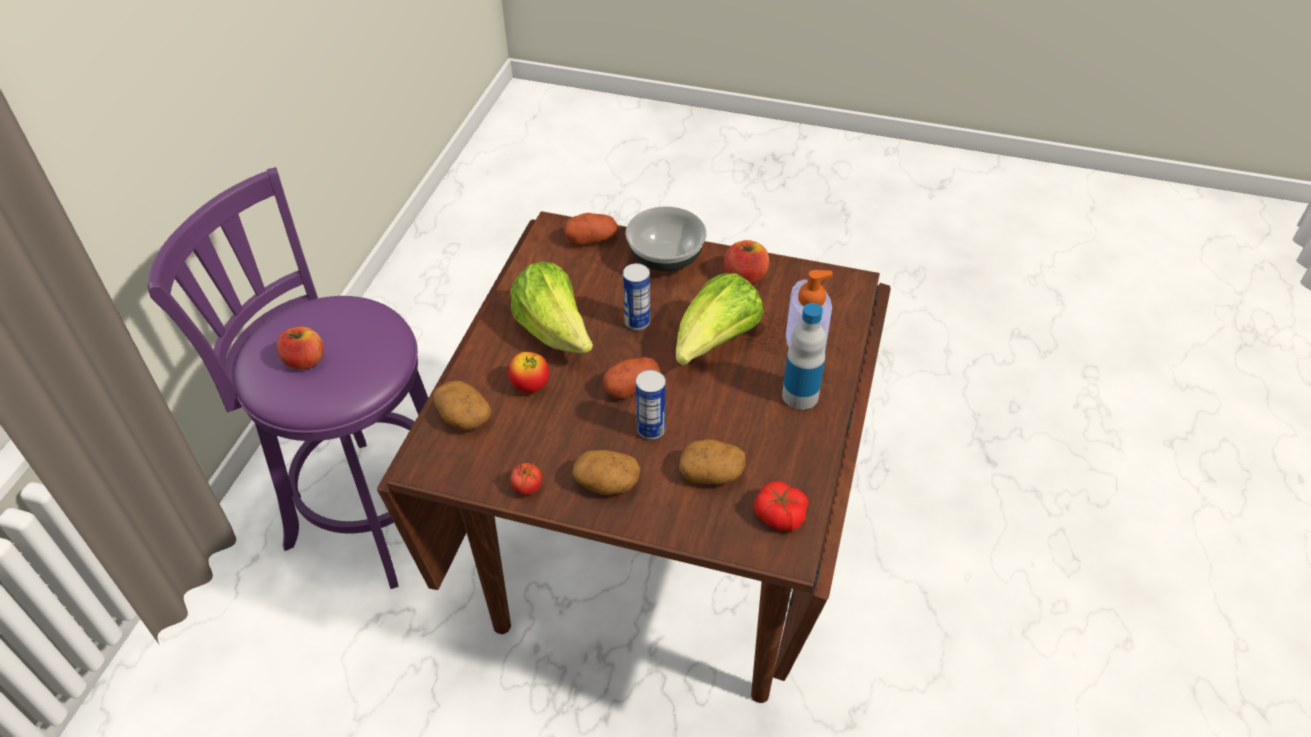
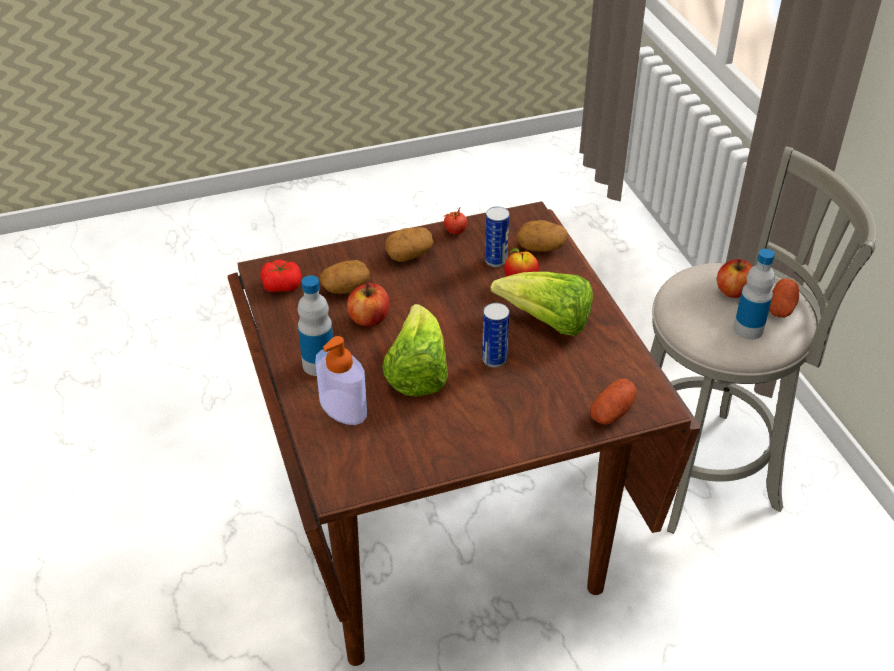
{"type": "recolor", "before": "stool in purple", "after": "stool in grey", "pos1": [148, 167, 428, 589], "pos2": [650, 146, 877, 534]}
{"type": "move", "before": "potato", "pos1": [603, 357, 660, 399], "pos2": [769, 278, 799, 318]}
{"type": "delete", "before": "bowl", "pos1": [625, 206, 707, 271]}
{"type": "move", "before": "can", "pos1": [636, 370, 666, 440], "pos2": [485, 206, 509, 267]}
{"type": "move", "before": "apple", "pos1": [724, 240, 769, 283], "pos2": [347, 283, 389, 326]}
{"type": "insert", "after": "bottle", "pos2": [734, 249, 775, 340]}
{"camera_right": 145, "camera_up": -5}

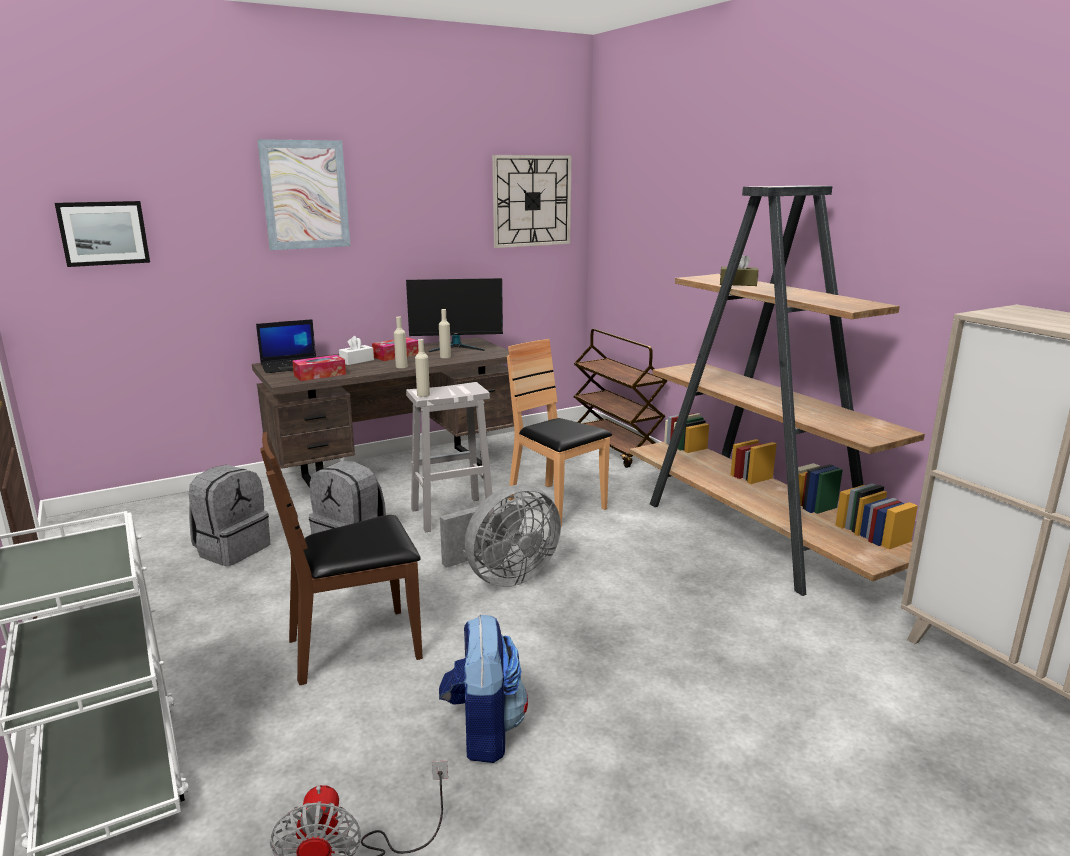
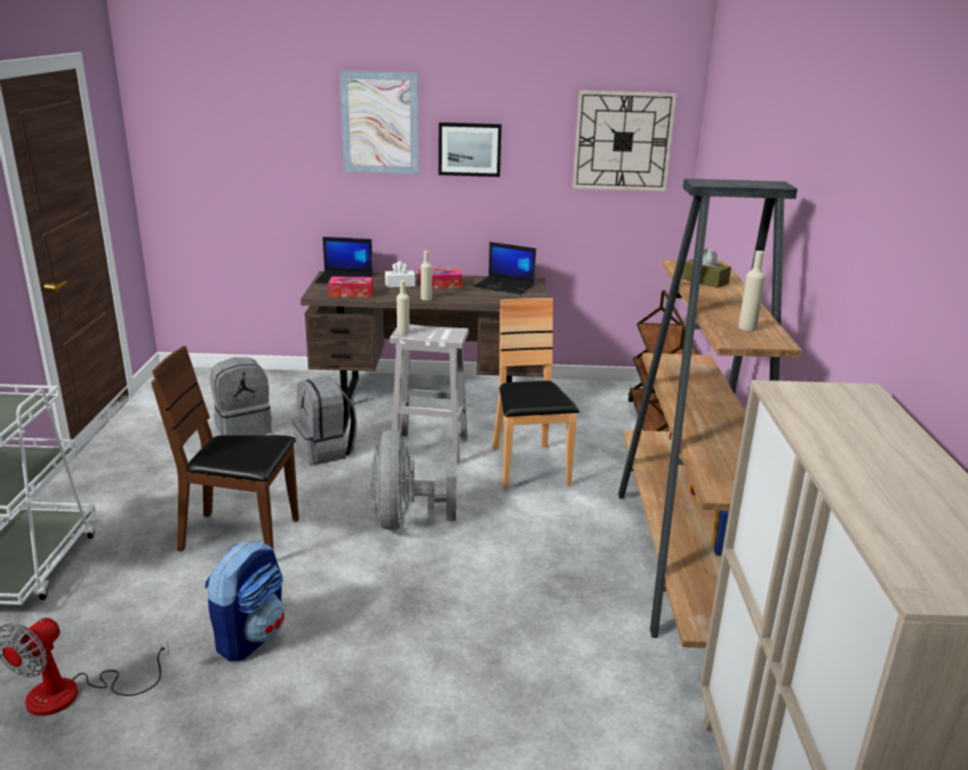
{"type": "move", "before": "picture", "pos1": [55, 201, 150, 267], "pos2": [439, 122, 502, 177]}
{"type": "replace", "before": "monitor", "after": "laptop", "pos1": [406, 278, 503, 352], "pos2": [474, 242, 536, 295]}
{"type": "move", "before": "bottle in beige", "pos1": [439, 309, 451, 358], "pos2": [738, 251, 765, 331]}
{"type": "rotate", "before": "fan in grey", "pos1": [440, 485, 561, 587], "pos2": [370, 430, 456, 530], "turn": 90}
{"camera_right": 30, "camera_up": 5}

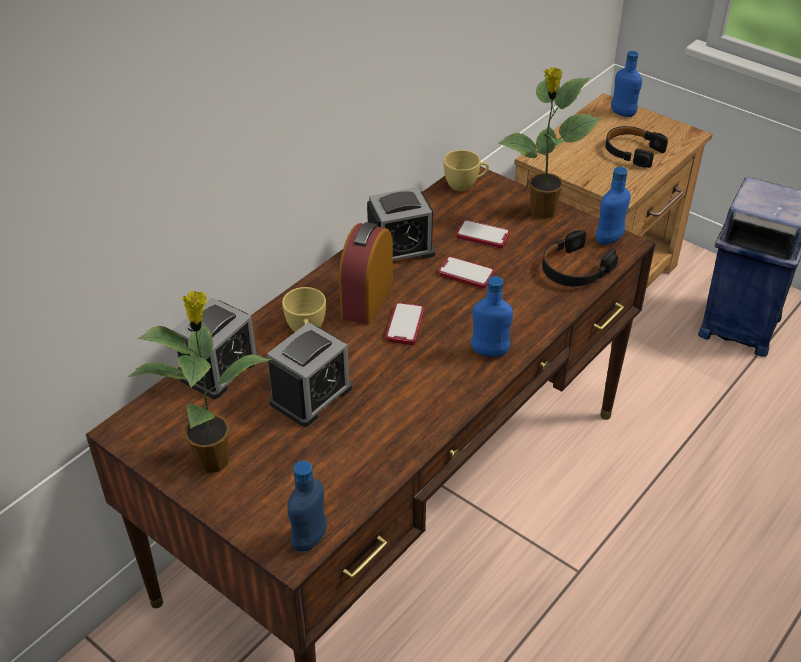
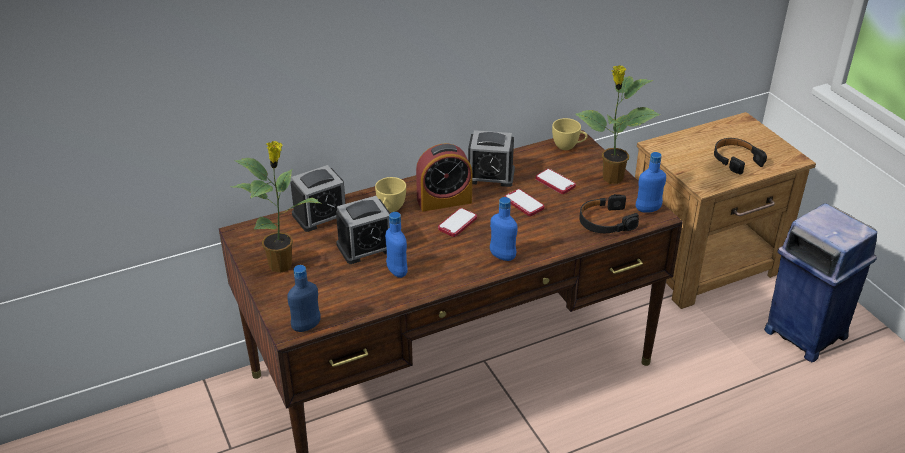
{"type": "rotate", "before": "alarm clock", "pos1": [339, 222, 393, 325], "pos2": [416, 143, 472, 211], "turn": -150}
{"type": "move", "before": "bottle in blue", "pos1": [611, 51, 642, 117], "pos2": [385, 212, 408, 278]}
{"camera_right": 25, "camera_up": -5}

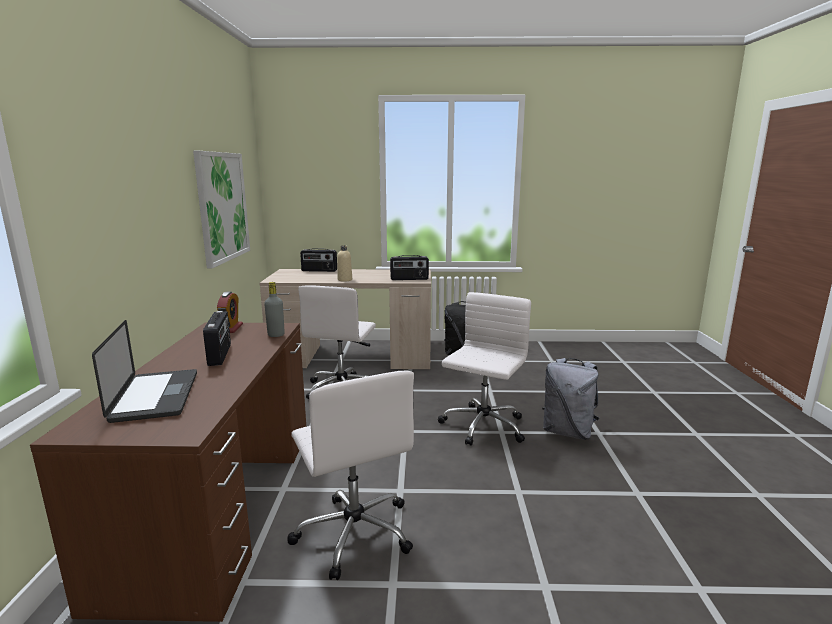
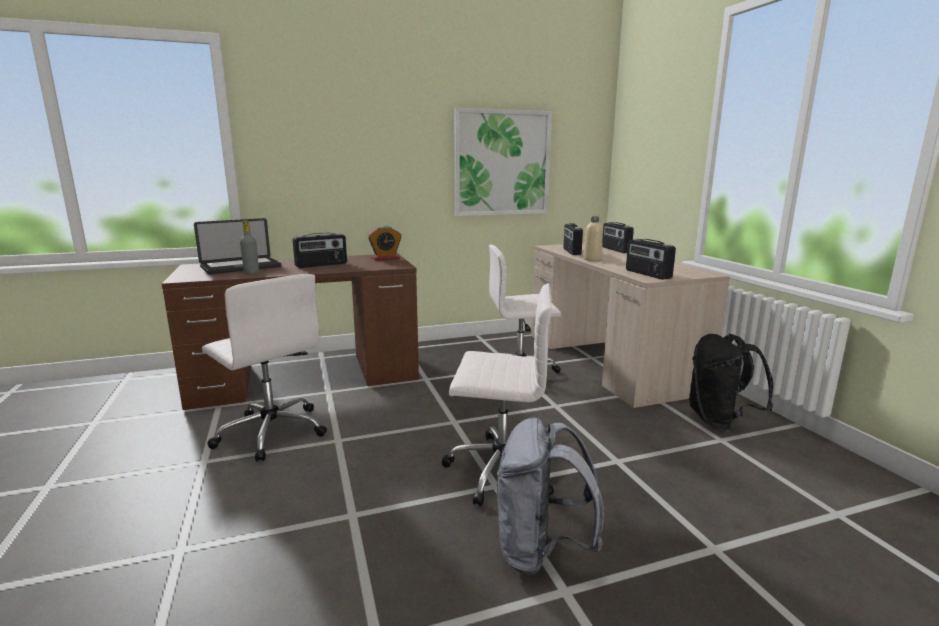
{"type": "move", "before": "bottle in grey", "pos1": [264, 282, 285, 337], "pos2": [240, 221, 259, 274]}
{"type": "rotate", "before": "office chair in white", "pos1": [287, 371, 414, 580], "pos2": [202, 274, 327, 462], "turn": -90}
{"type": "insert", "after": "radio", "pos2": [563, 223, 583, 255]}
{"camera_right": 70, "camera_up": 0}

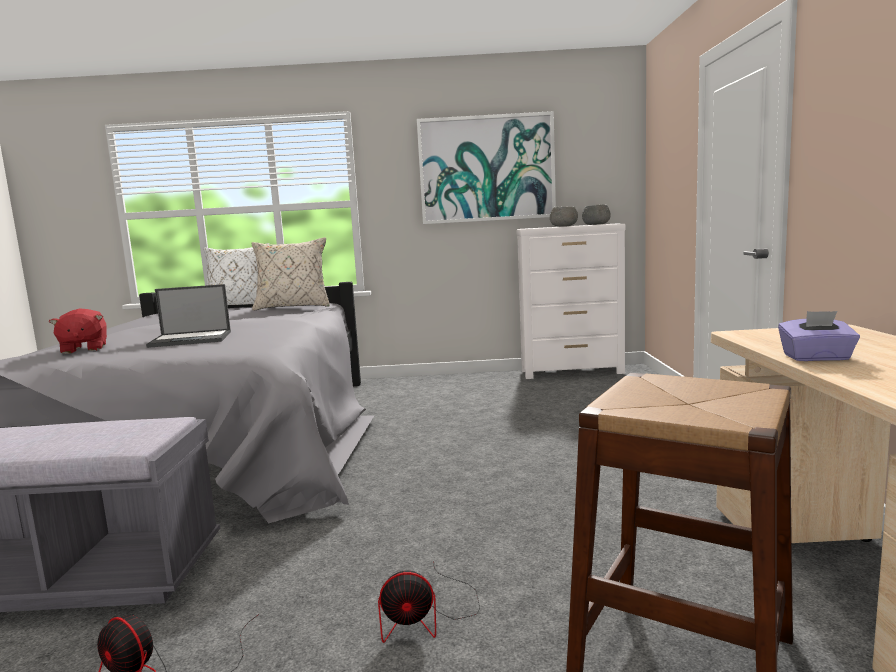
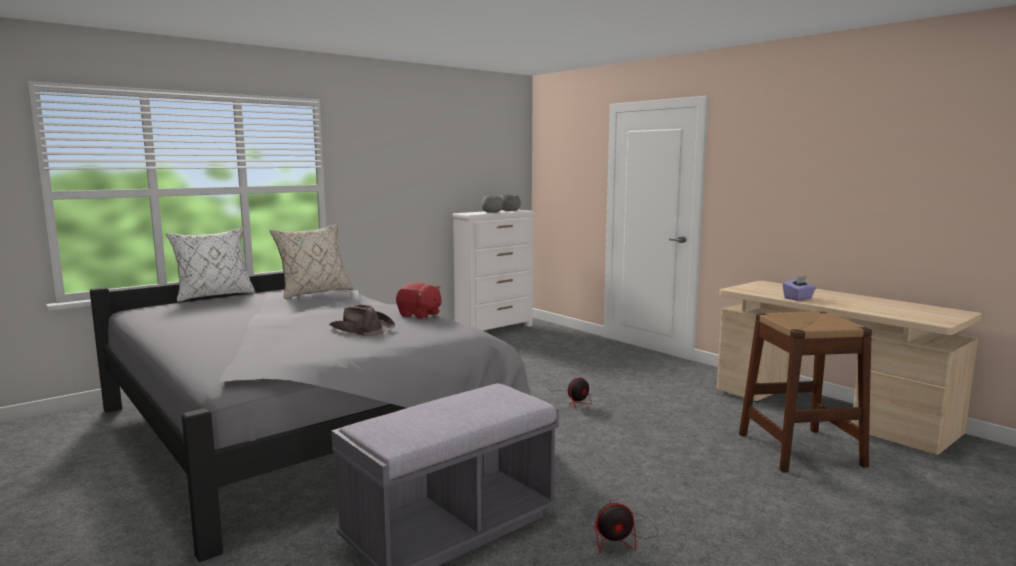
{"type": "move", "before": "plush toy in red", "pos1": [49, 309, 107, 354], "pos2": [396, 282, 442, 319]}
{"type": "replace", "before": "laptop", "after": "hat in brown", "pos1": [146, 284, 231, 348], "pos2": [329, 304, 395, 336]}
{"type": "move", "before": "fan", "pos1": [378, 561, 480, 643], "pos2": [546, 377, 592, 410]}
{"type": "delete", "before": "picture", "pos1": [417, 111, 556, 224]}
{"camera_right": -40, "camera_up": 0}

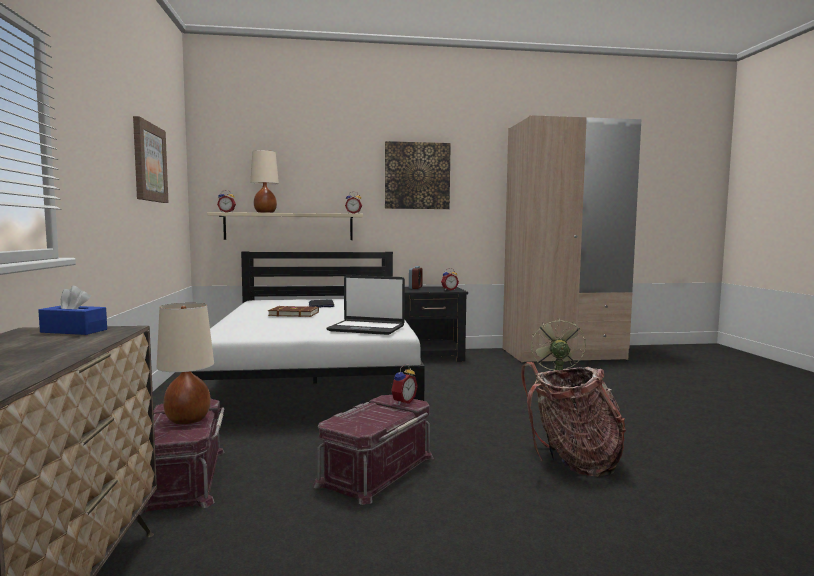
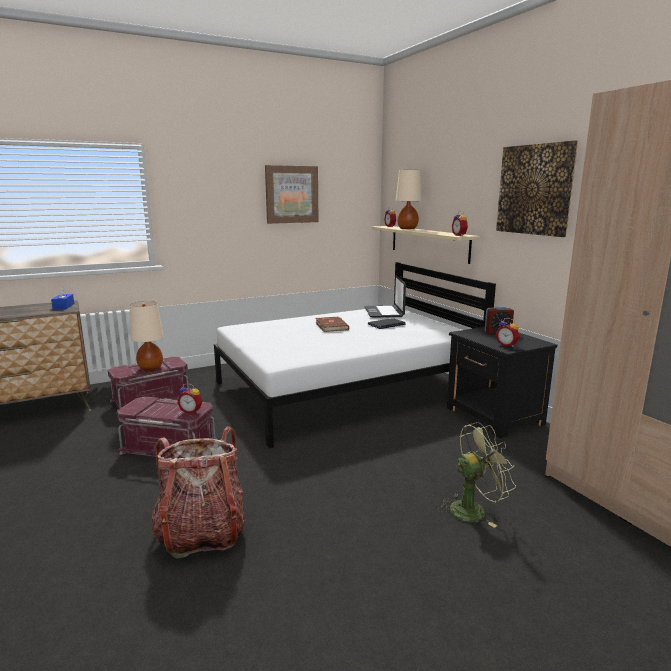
{"type": "move", "before": "laptop", "pos1": [326, 275, 405, 335], "pos2": [364, 276, 406, 318]}
{"camera_right": 70, "camera_up": 10}

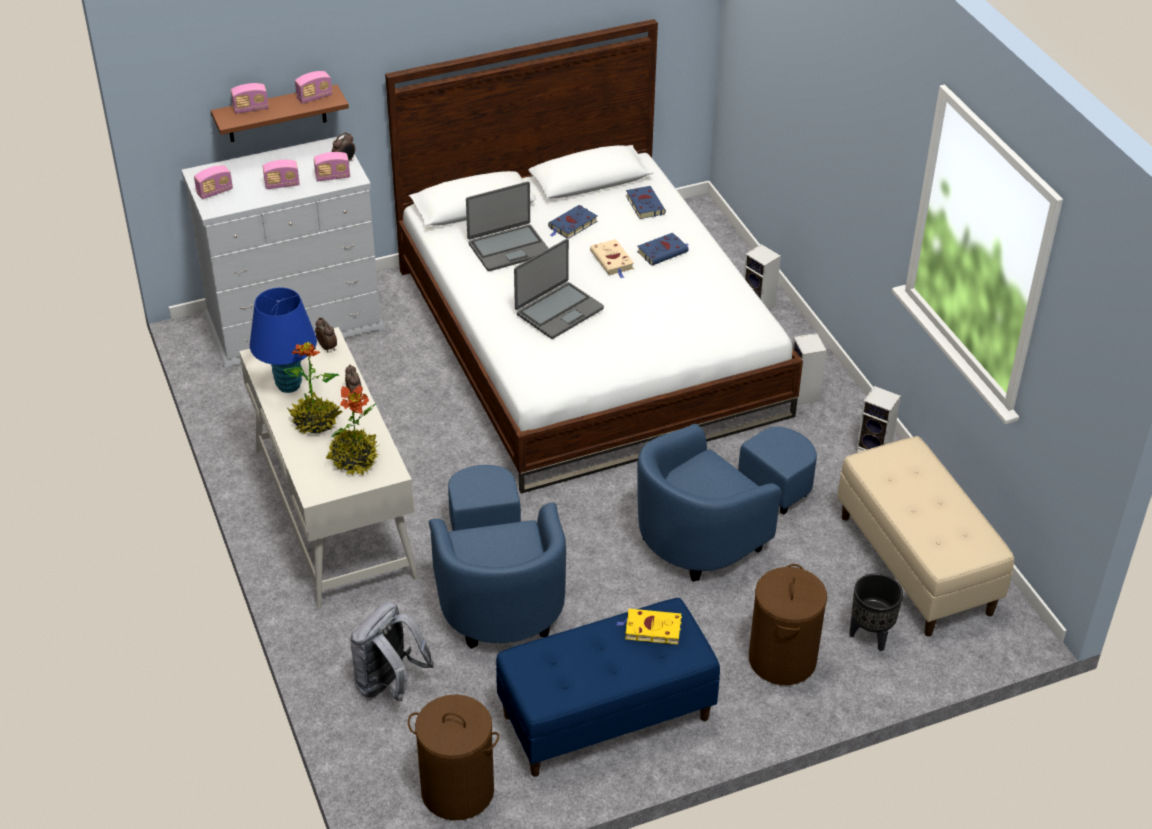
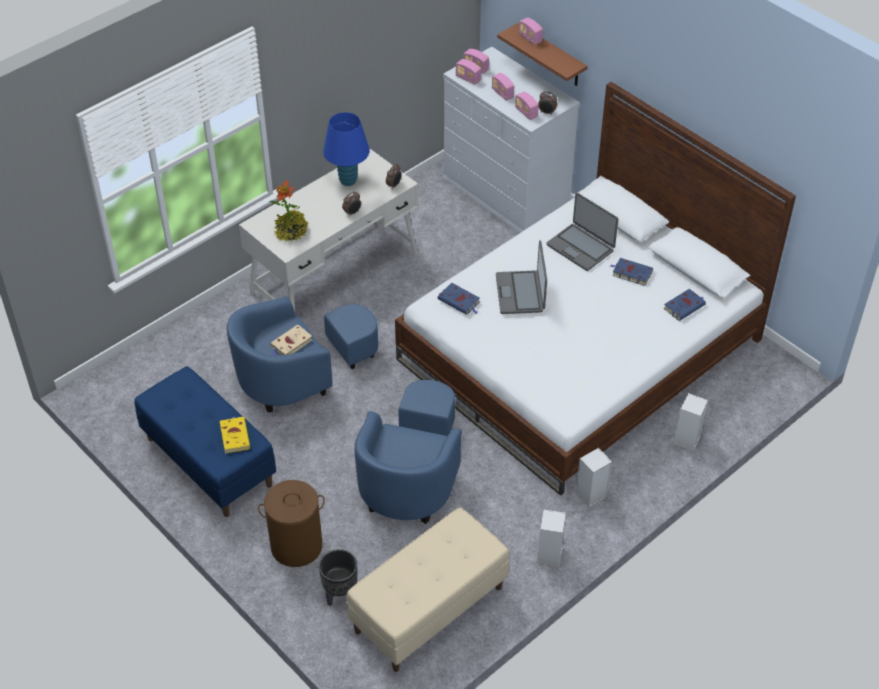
{"type": "delete", "before": "potted plant", "pos1": [283, 342, 342, 434]}
{"type": "move", "before": "radio", "pos1": [295, 71, 332, 104], "pos2": [456, 59, 481, 85]}
{"type": "delete", "before": "backpack in grey", "pos1": [350, 602, 434, 702]}
{"type": "delete", "before": "laundry basket in brown", "pos1": [408, 694, 499, 820]}
{"type": "rotate", "before": "laptop", "pos1": [514, 239, 604, 339], "pos2": [496, 240, 547, 314], "turn": 60}
{"type": "move", "before": "book in beige", "pos1": [590, 239, 634, 278], "pos2": [270, 325, 312, 356]}
{"type": "move", "before": "book in blue", "pos1": [637, 233, 689, 265], "pos2": [438, 283, 480, 315]}
{"type": "rotate", "before": "armchair in blue", "pos1": [637, 424, 817, 581], "pos2": [355, 380, 462, 524], "turn": -105}
{"camera_right": 70, "camera_up": 5}

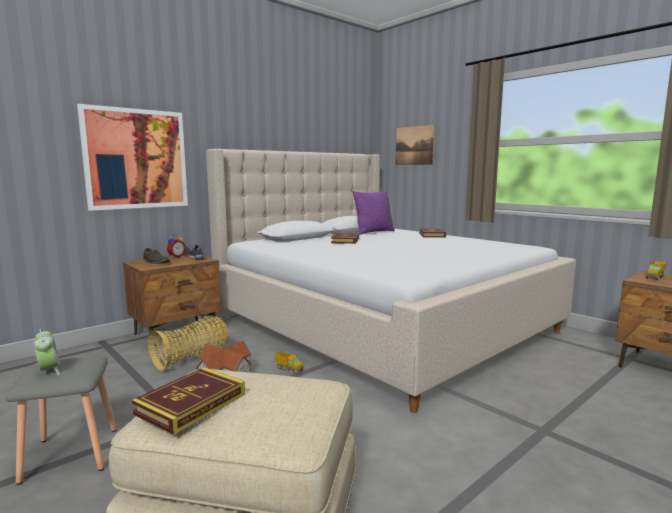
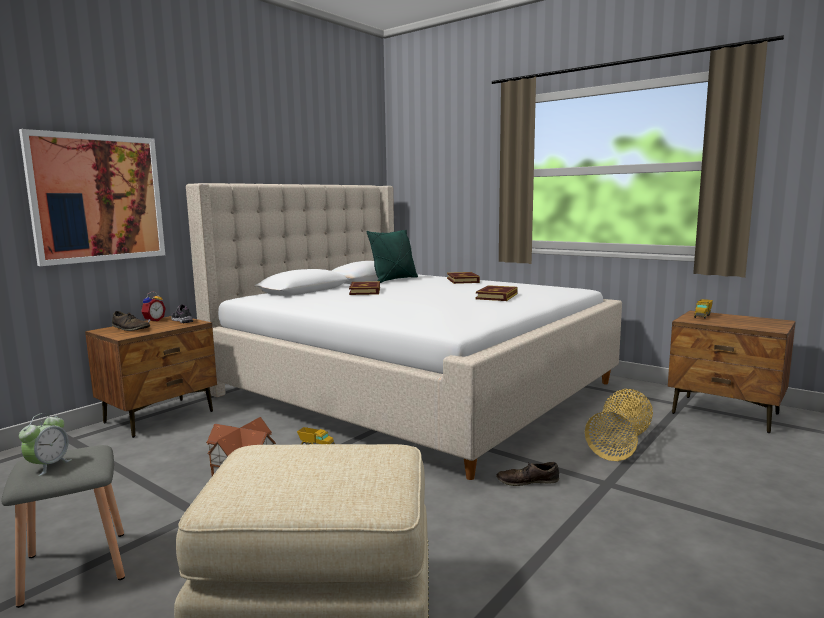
{"type": "rotate", "before": "alarm clock", "pos1": [34, 329, 60, 375], "pos2": [19, 413, 72, 476], "turn": 60}
{"type": "move", "before": "book", "pos1": [132, 367, 245, 435], "pos2": [476, 285, 517, 301]}
{"type": "move", "before": "basket", "pos1": [148, 316, 229, 371], "pos2": [585, 389, 653, 461]}
{"type": "recolor", "before": "pillow in purple", "after": "pillow in green", "pos1": [352, 191, 395, 235], "pos2": [367, 230, 418, 283]}
{"type": "delete", "before": "picture", "pos1": [396, 124, 435, 165]}
{"type": "insert", "after": "shoe in brown", "pos2": [496, 462, 559, 486]}
{"camera_right": -10, "camera_up": 0}

